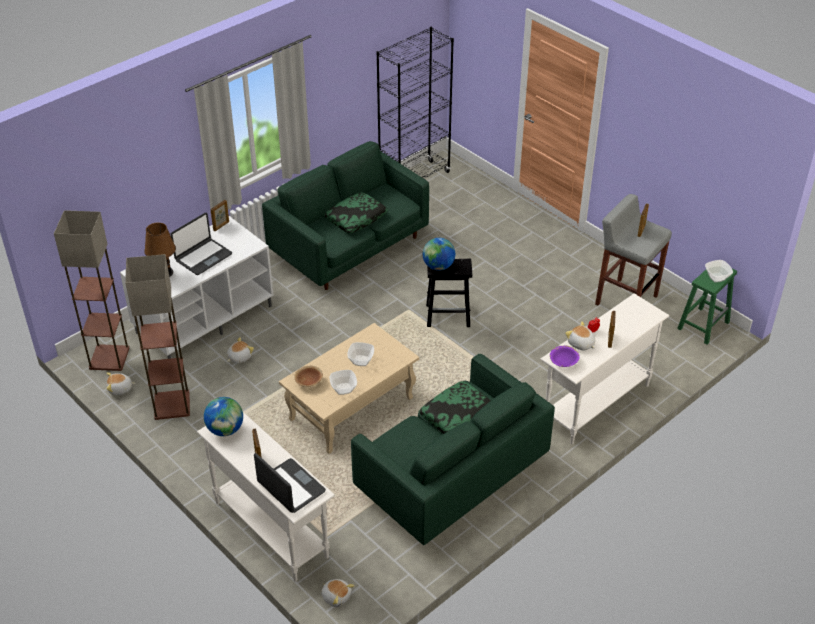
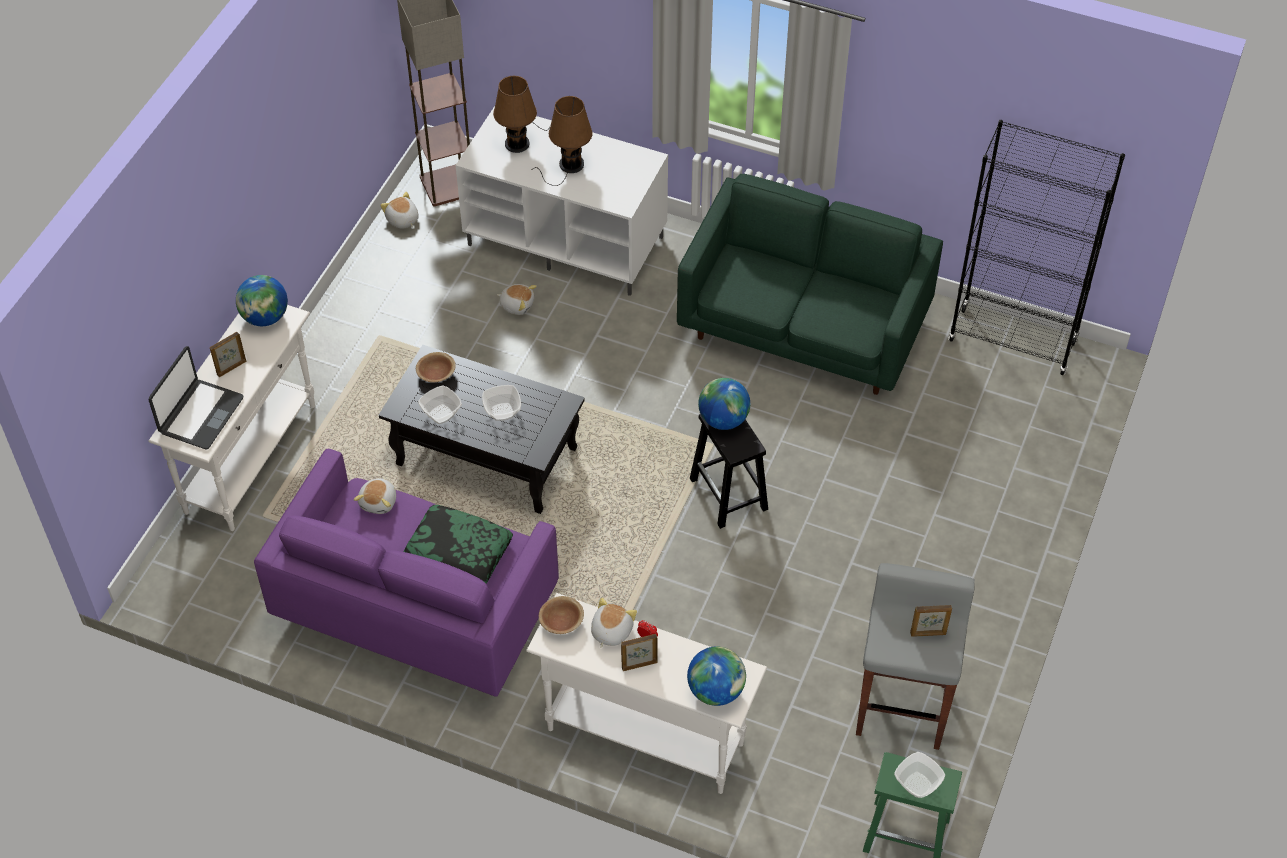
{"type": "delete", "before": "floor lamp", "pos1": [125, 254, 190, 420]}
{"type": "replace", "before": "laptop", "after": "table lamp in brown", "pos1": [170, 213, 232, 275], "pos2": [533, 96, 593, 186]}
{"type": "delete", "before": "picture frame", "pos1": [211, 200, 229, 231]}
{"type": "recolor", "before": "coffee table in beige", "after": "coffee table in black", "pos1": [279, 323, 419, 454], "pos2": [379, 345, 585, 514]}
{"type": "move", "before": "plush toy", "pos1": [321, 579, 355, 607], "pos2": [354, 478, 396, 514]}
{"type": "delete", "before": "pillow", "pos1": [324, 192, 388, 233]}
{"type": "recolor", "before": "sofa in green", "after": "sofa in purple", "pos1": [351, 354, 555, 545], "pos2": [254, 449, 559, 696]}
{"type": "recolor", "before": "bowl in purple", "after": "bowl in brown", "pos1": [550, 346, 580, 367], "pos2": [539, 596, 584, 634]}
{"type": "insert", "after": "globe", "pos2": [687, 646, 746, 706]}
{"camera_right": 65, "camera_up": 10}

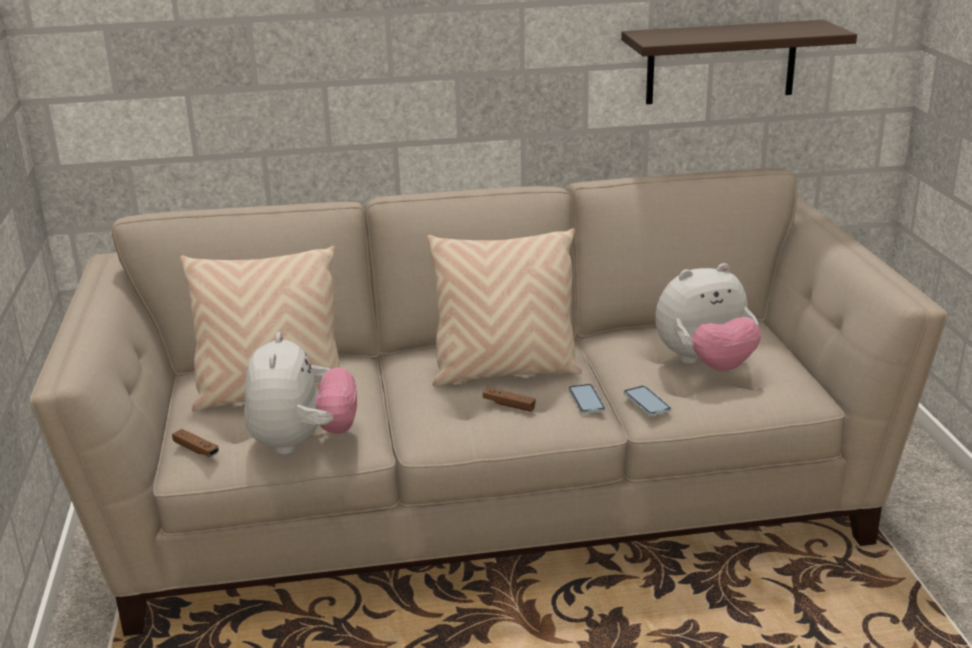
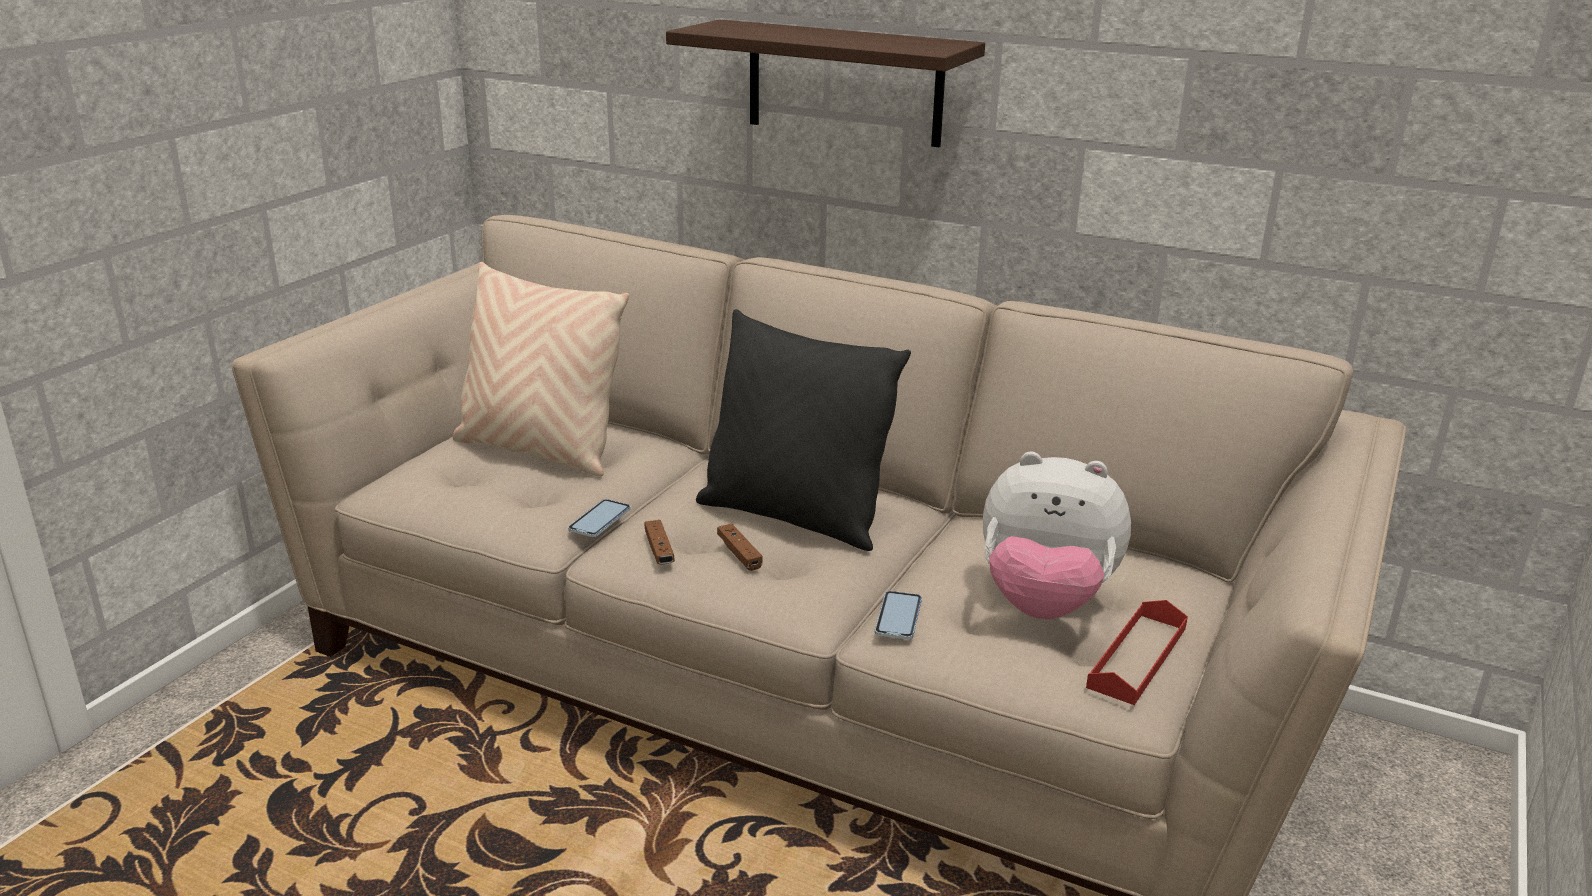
{"type": "move", "before": "game controller in brown", "pos1": [172, 429, 219, 457], "pos2": [645, 520, 675, 564]}
{"type": "delete", "before": "plush toy", "pos1": [244, 332, 357, 455]}
{"type": "recolor", "before": "pillow in beige", "after": "pillow in black", "pos1": [427, 228, 582, 387], "pos2": [696, 309, 911, 551]}
{"type": "move", "before": "phone", "pos1": [568, 384, 606, 414], "pos2": [568, 499, 631, 537]}
{"type": "move", "before": "shelf", "pos1": [621, 20, 857, 104], "pos2": [666, 19, 985, 147]}
{"type": "insert", "after": "tray in red", "pos2": [1086, 600, 1188, 705]}
{"camera_right": 35, "camera_up": 0}

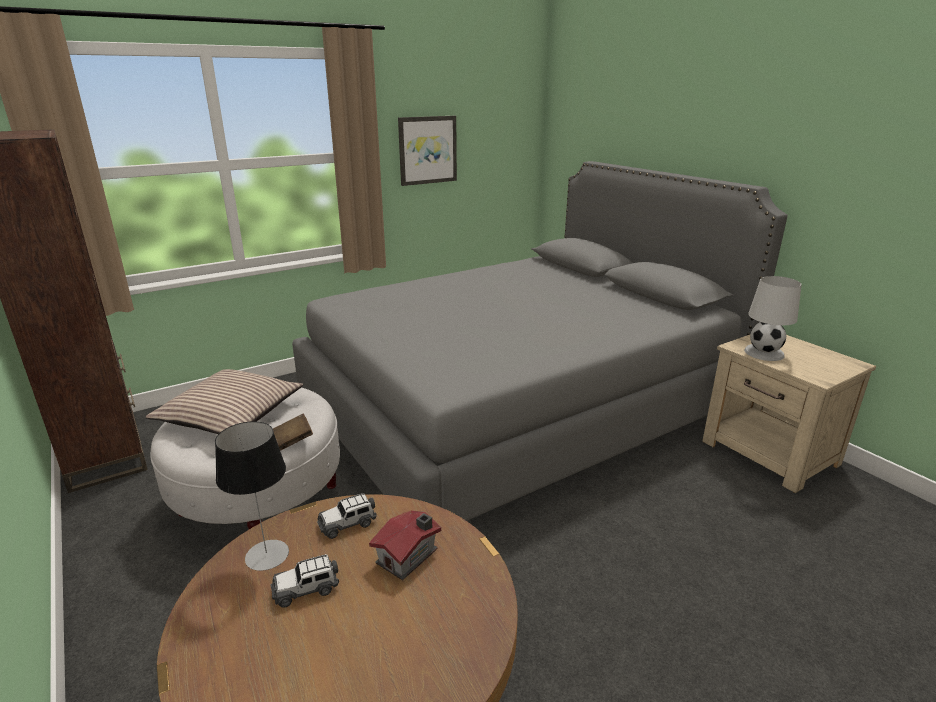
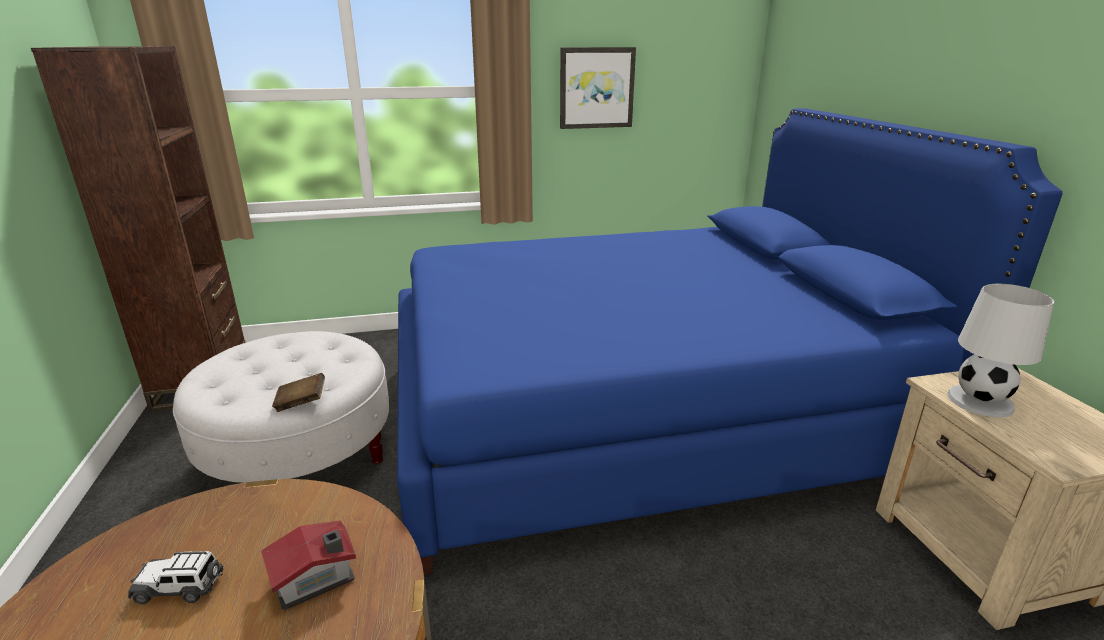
{"type": "delete", "before": "pillow", "pos1": [146, 369, 303, 434]}
{"type": "delete", "before": "table lamp", "pos1": [215, 421, 289, 571]}
{"type": "recolor", "before": "bed in grey", "after": "bed in blue", "pos1": [292, 161, 787, 521], "pos2": [397, 108, 1063, 575]}
{"type": "delete", "before": "toy car", "pos1": [317, 493, 377, 539]}
{"camera_right": 20, "camera_up": 0}

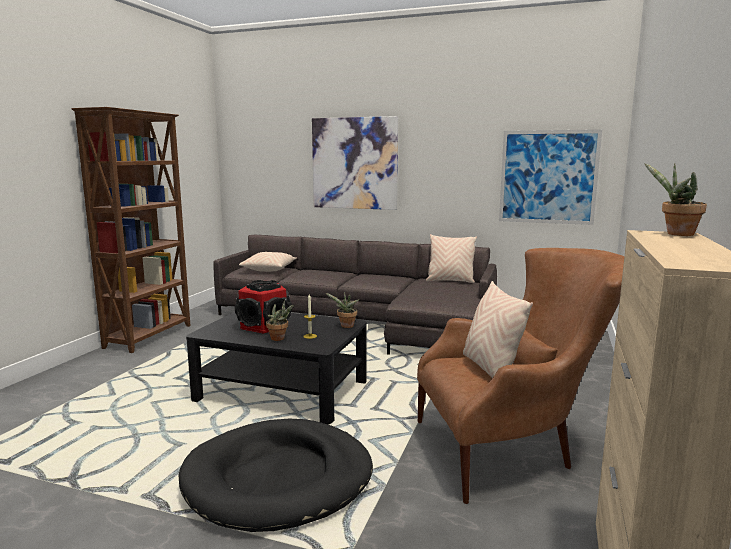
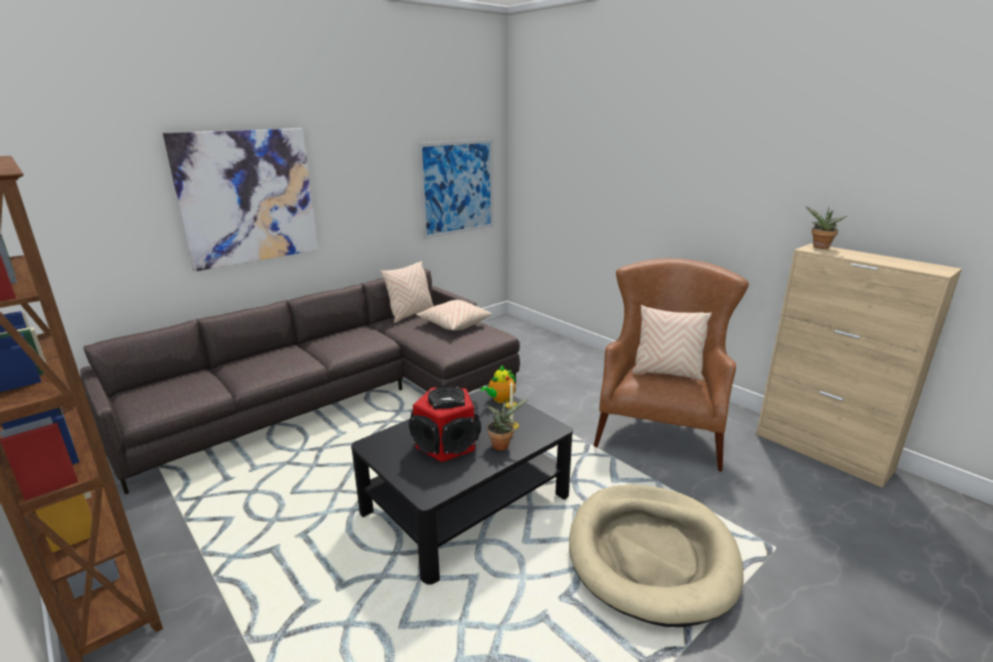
{"type": "recolor", "before": "dog bed in black", "after": "dog bed in beige", "pos1": [179, 419, 373, 532], "pos2": [569, 485, 743, 627]}
{"type": "move", "before": "pillow in beige", "pos1": [239, 252, 297, 272], "pos2": [416, 300, 492, 330]}
{"type": "replace", "before": "potted plant", "after": "teapot", "pos1": [326, 292, 360, 328], "pos2": [480, 365, 515, 403]}
{"camera_right": -60, "camera_up": 10}

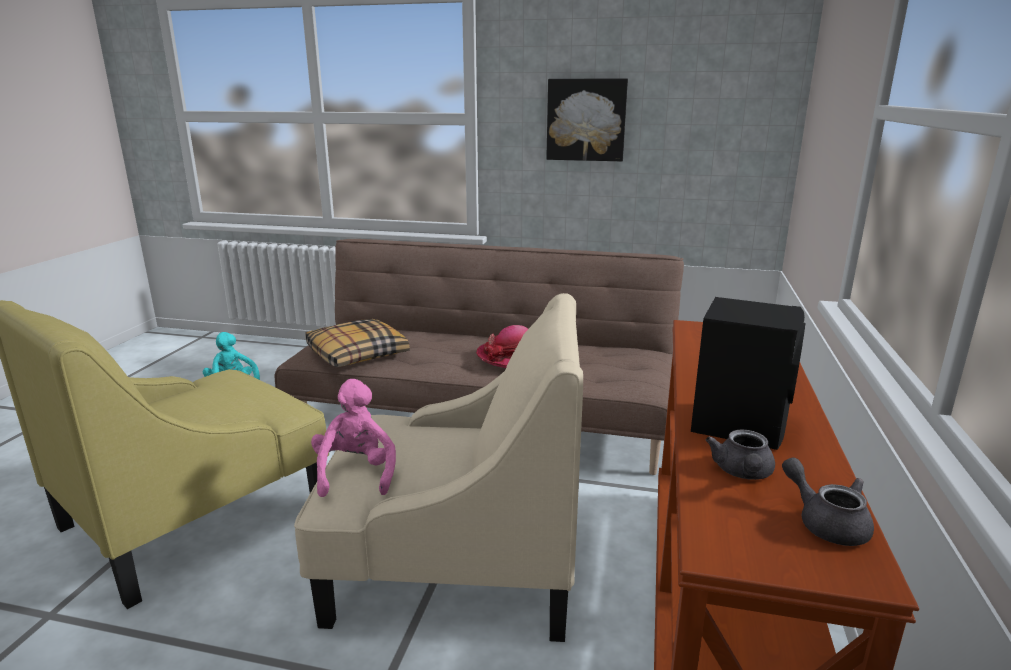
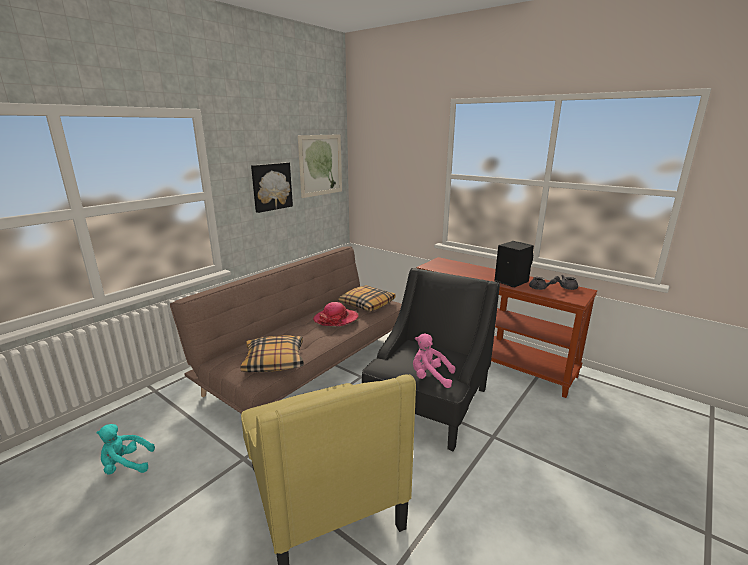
{"type": "recolor", "before": "armchair in beige", "after": "armchair in black", "pos1": [294, 293, 583, 642], "pos2": [362, 268, 500, 452]}
{"type": "insert", "after": "picture", "pos2": [298, 134, 342, 198]}
{"type": "insert", "after": "pillow", "pos2": [338, 285, 395, 312]}
{"camera_right": -65, "camera_up": 0}

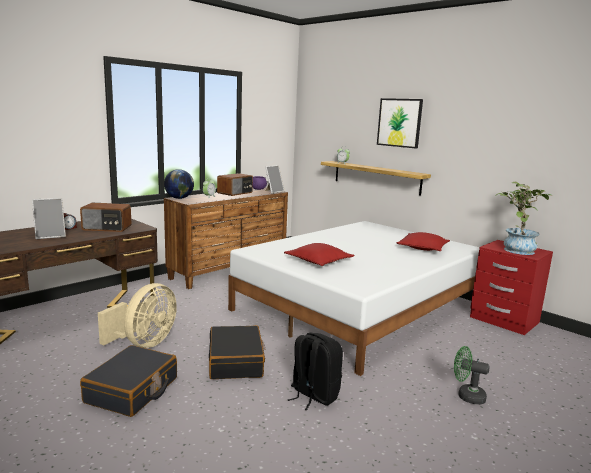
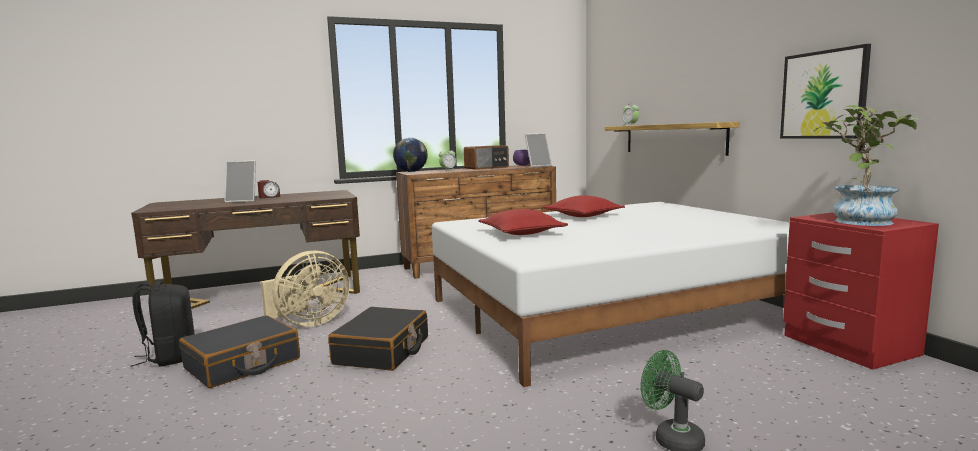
{"type": "delete", "before": "radio", "pos1": [80, 203, 132, 232]}
{"type": "move", "before": "backpack in black", "pos1": [288, 332, 343, 411], "pos2": [131, 281, 194, 367]}
{"type": "move", "before": "picture", "pos1": [377, 98, 423, 149], "pos2": [780, 44, 871, 139]}
{"type": "move", "before": "pillow in red", "pos1": [397, 232, 450, 251], "pos2": [543, 195, 625, 217]}
{"camera_right": 25, "camera_up": -5}

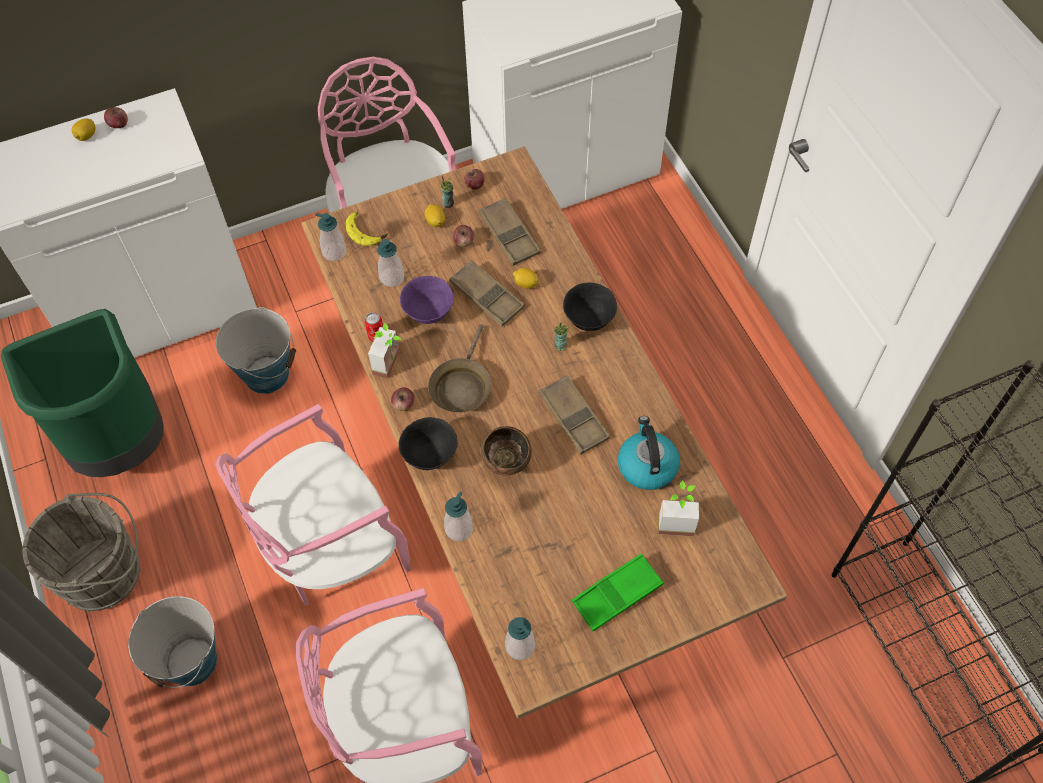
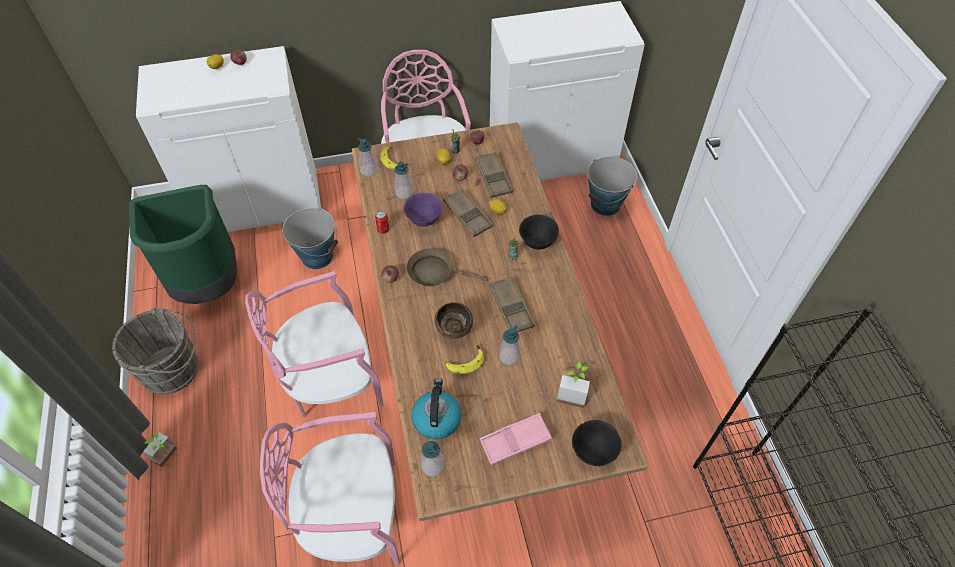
{"type": "move", "before": "bucket", "pos1": [128, 596, 217, 688], "pos2": [585, 156, 637, 216]}
{"type": "move", "before": "potted plant", "pos1": [368, 323, 402, 378], "pos2": [143, 432, 177, 467]}
{"type": "move", "before": "bowl in black", "pos1": [398, 417, 458, 470], "pos2": [572, 420, 622, 466]}
{"type": "rotate", "before": "frying pan in brown", "pos1": [428, 324, 492, 412], "pos2": [407, 248, 488, 286], "turn": 75}
{"type": "move", "before": "soap dispenser", "pos1": [444, 492, 473, 541], "pos2": [499, 325, 520, 365]}
{"type": "recolor", "before": "tray in green", "after": "tray in pink", "pos1": [572, 553, 663, 631], "pos2": [480, 413, 552, 465]}
{"type": "move", "before": "kettle", "pos1": [618, 416, 680, 490], "pos2": [412, 378, 462, 439]}
{"type": "insert", "after": "banana", "pos2": [445, 344, 484, 374]}
{"camera_right": 10, "camera_up": -5}

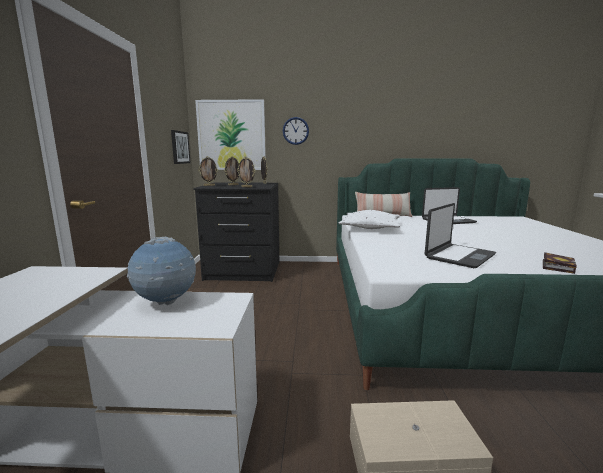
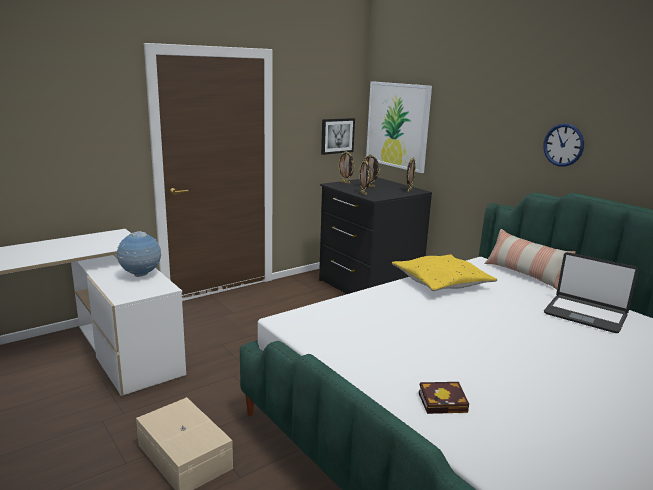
{"type": "move", "before": "wall clock", "pos1": [283, 117, 309, 145], "pos2": [543, 124, 584, 167]}
{"type": "recolor", "before": "pillow in white", "after": "pillow in yellow", "pos1": [339, 210, 400, 229], "pos2": [392, 254, 497, 291]}
{"type": "delete", "before": "laptop", "pos1": [424, 203, 496, 268]}
{"camera_right": 50, "camera_up": 5}

